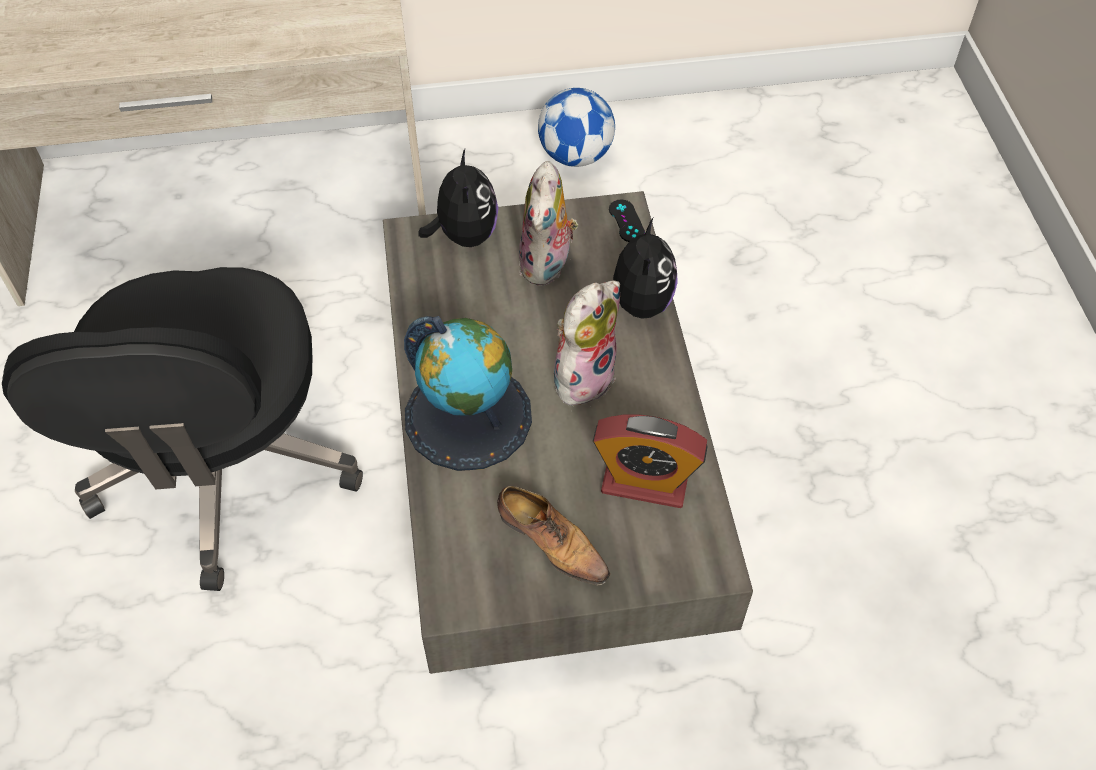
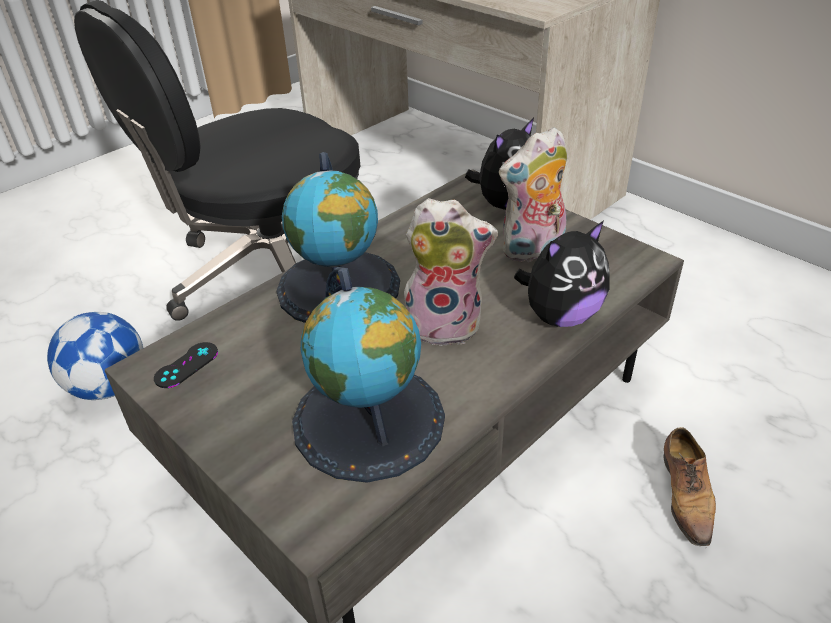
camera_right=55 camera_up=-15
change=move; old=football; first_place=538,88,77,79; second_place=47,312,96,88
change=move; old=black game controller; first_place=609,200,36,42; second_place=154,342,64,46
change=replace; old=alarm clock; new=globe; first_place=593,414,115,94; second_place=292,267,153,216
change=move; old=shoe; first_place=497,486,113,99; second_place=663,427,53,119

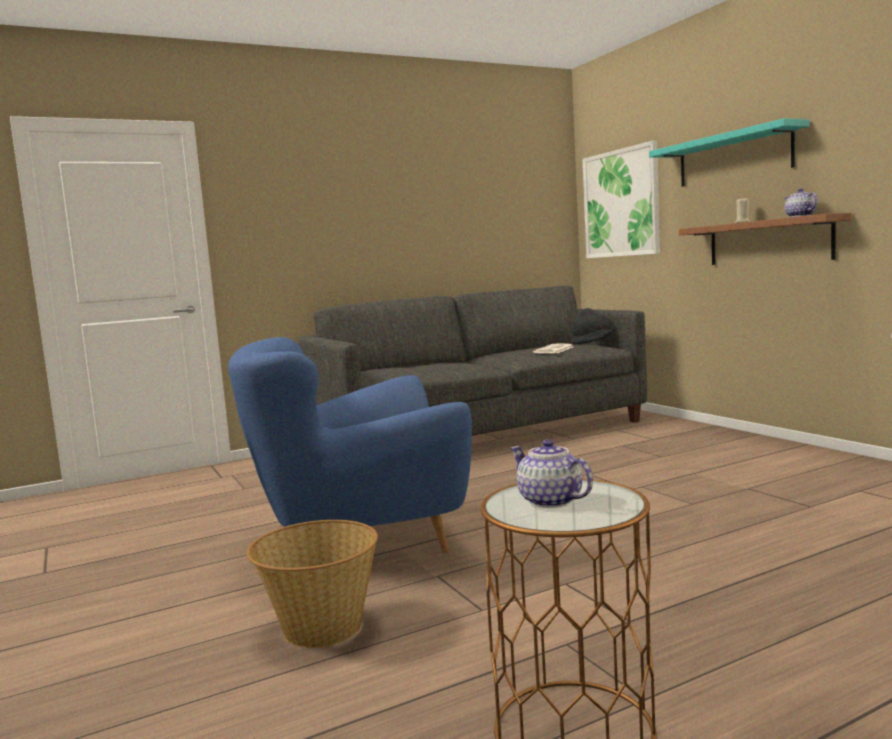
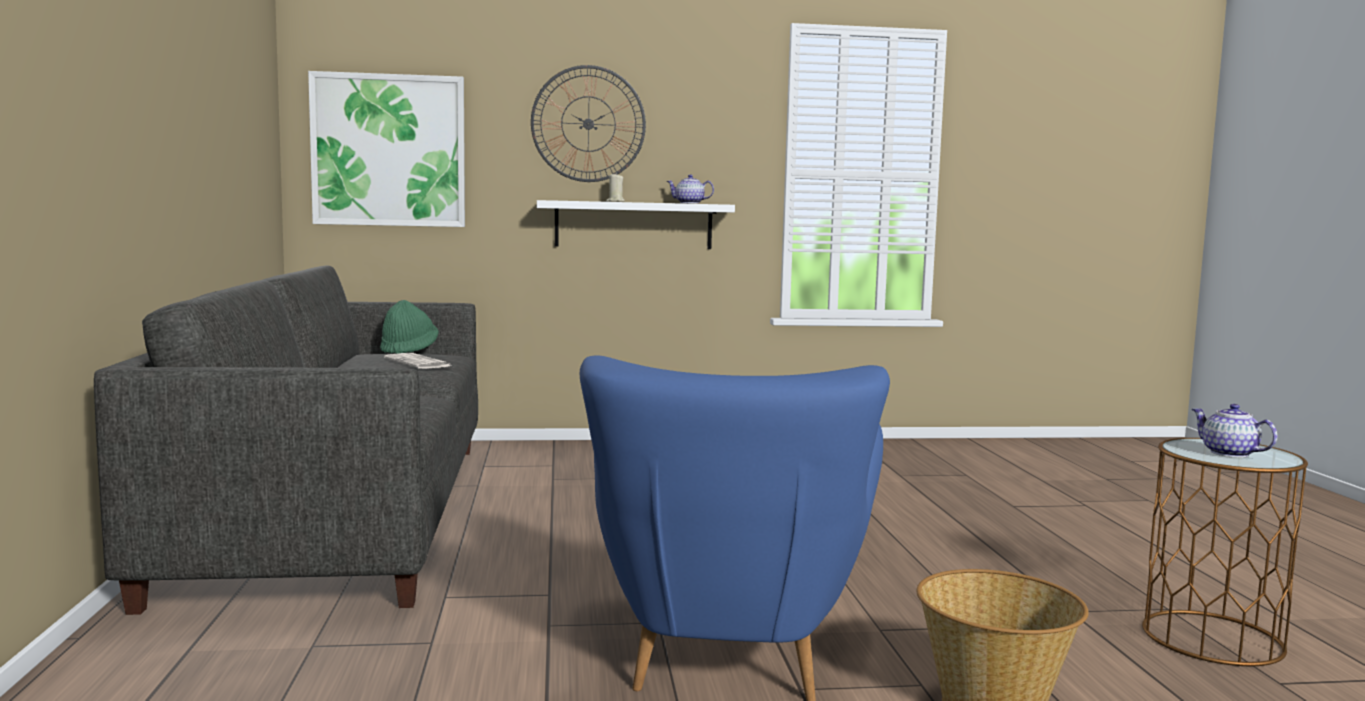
camera_right=-70 camera_up=0
change=replace; old=turquoise shelf; new=wall clock; first_place=649,118,161,69; second_place=531,65,115,117
change=recolor; old=brown shelf; new=white shelf; first_place=679,213,173,52; second_place=537,200,198,49
change=recolor; old=black hat; new=green hat; first_place=572,308,43,37; second_place=380,300,59,54
change=rotate; old=teapot; first_place=510,439,83,69; second_place=1192,404,86,54; degrees=75

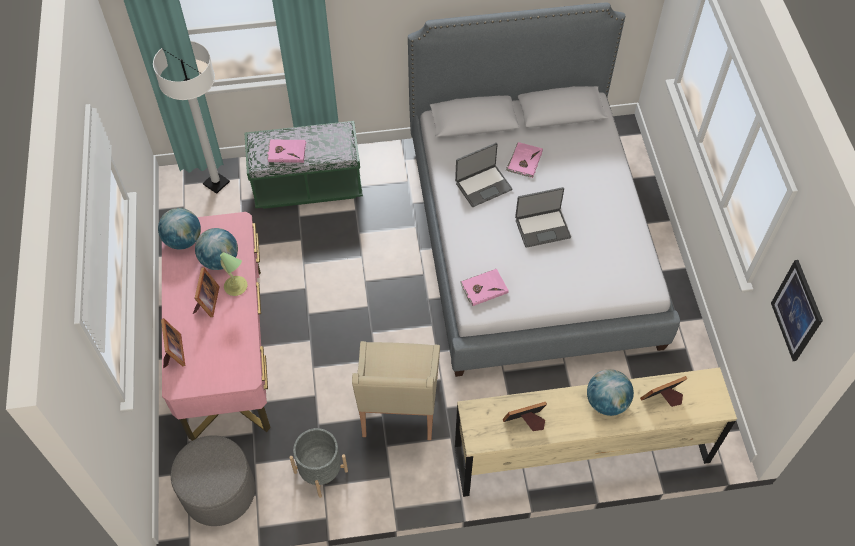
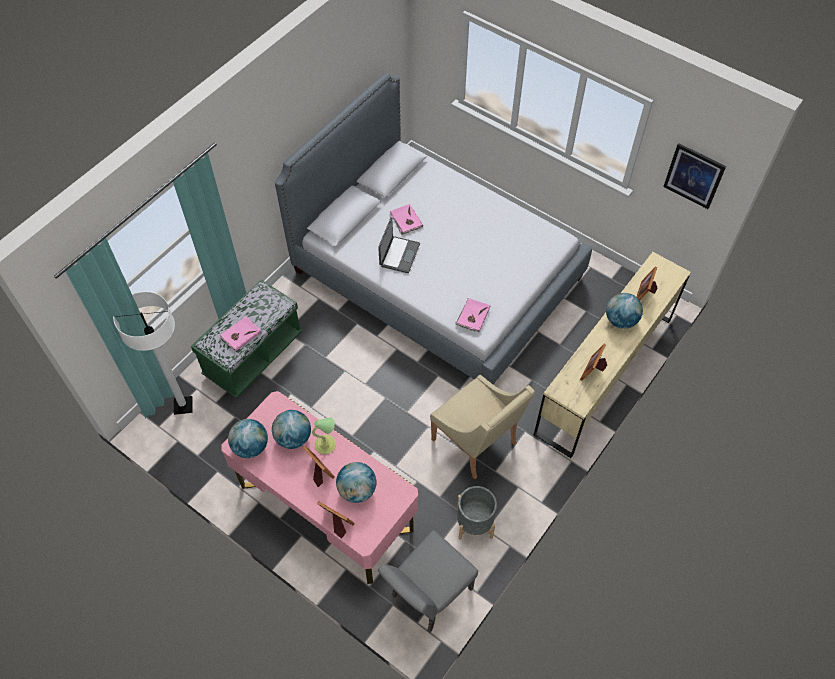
camera_right=-45 camera_up=0
change=delete; old=laptop; first_place=515,187,56,61
change=replace; old=grey ottoman; new=grey chair; first_place=171,435,84,91; second_place=378,530,100,102
change=insert; new=globe; second_place=336,462,40,41

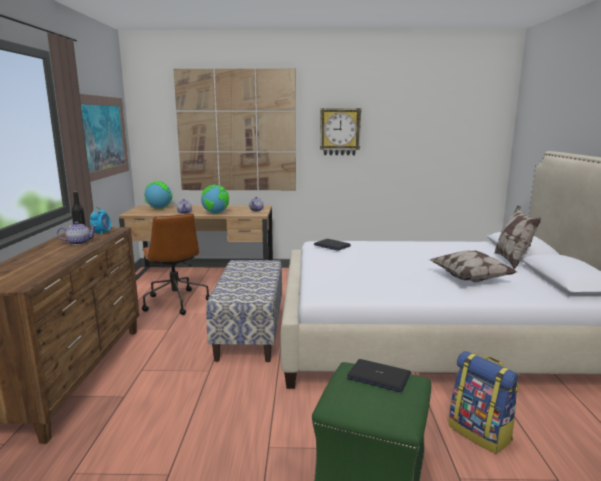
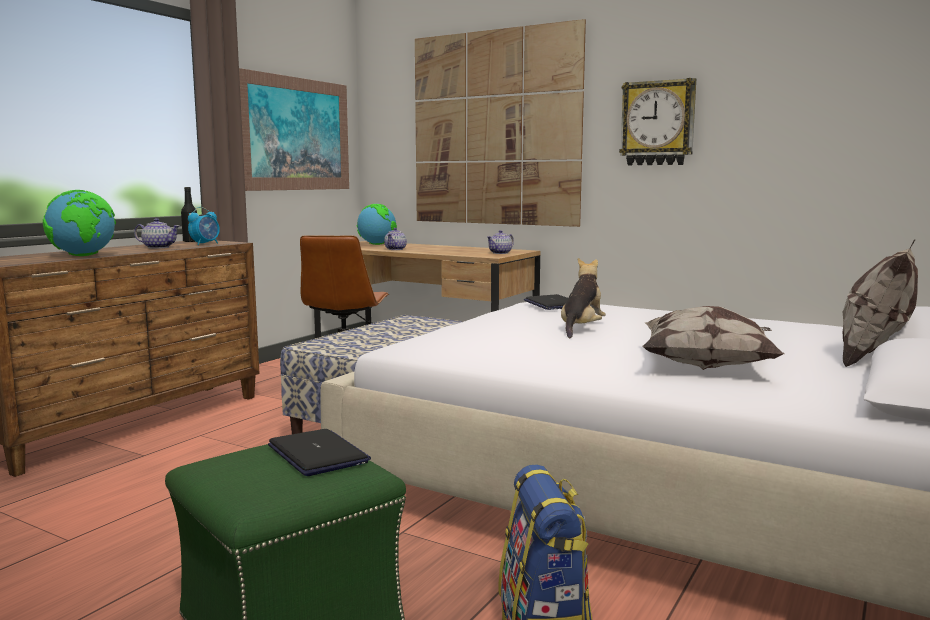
camera_right=30 camera_up=-5
change=move; old=globe; first_place=201,185,28,29; second_place=43,190,73,66
change=insert; new=plush toy; second_place=561,258,45,80

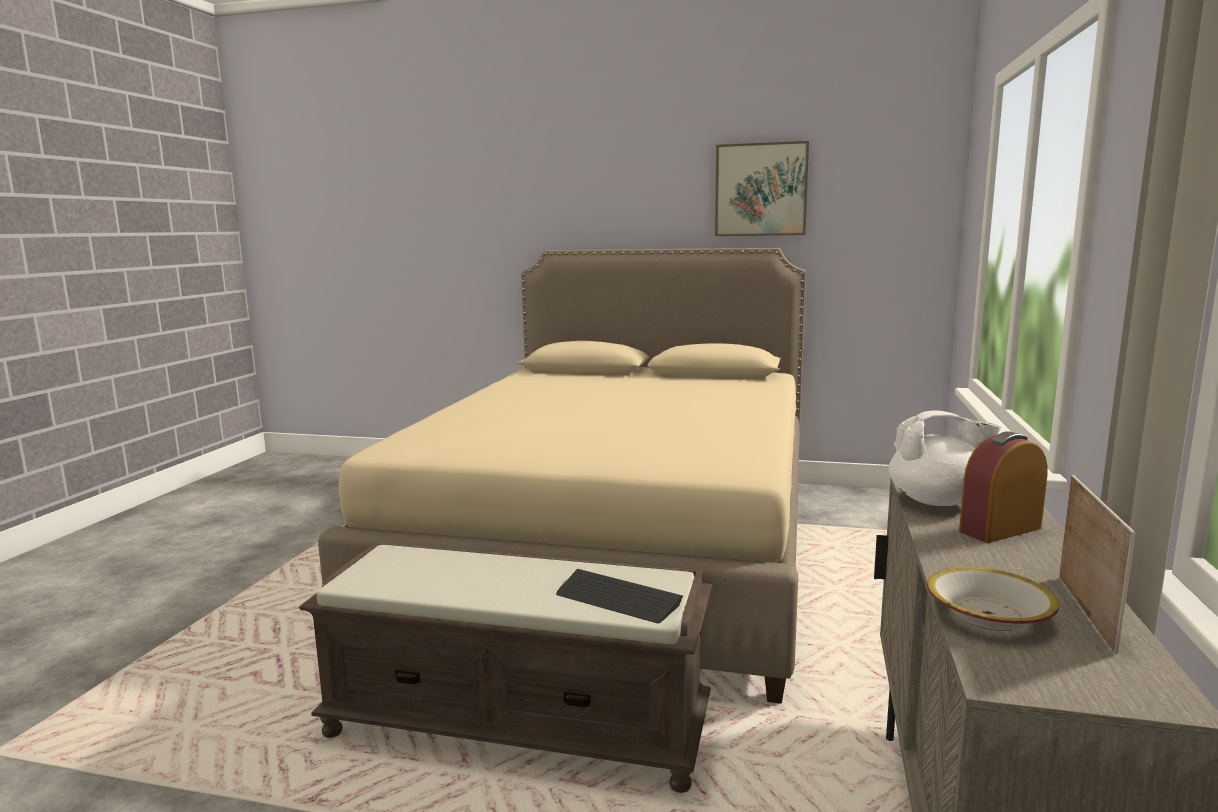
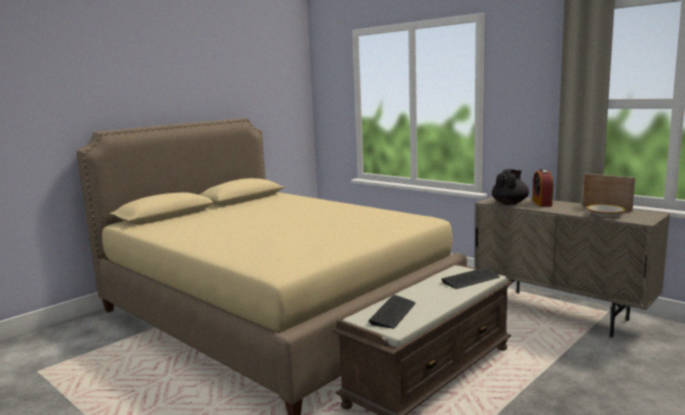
camera_right=-60 camera_up=0
change=delete; old=picture; first_place=715,141,94,95
change=recolor; old=white teapot; new=black teapot; first_place=889,410,112,96; second_place=492,169,37,36
change=insert; new=keyboard; second_place=368,295,48,34

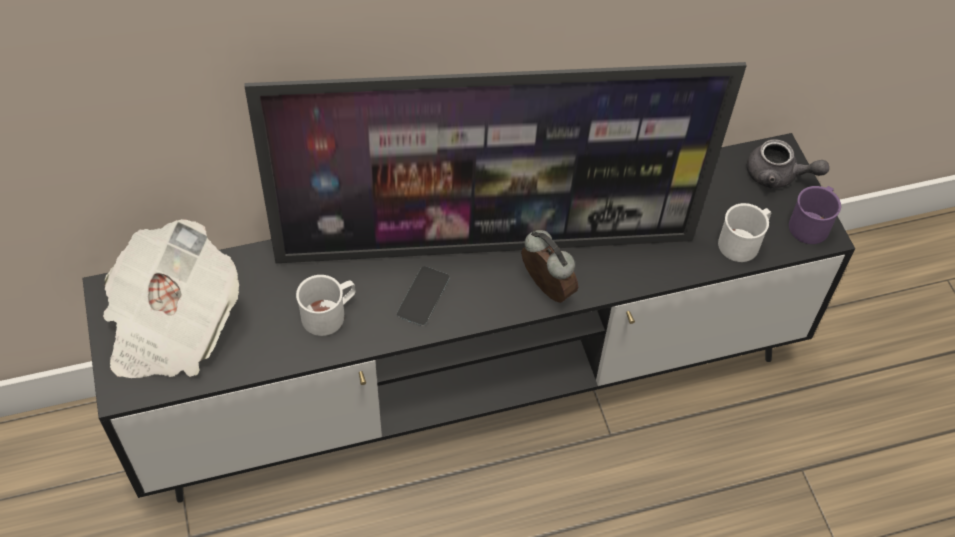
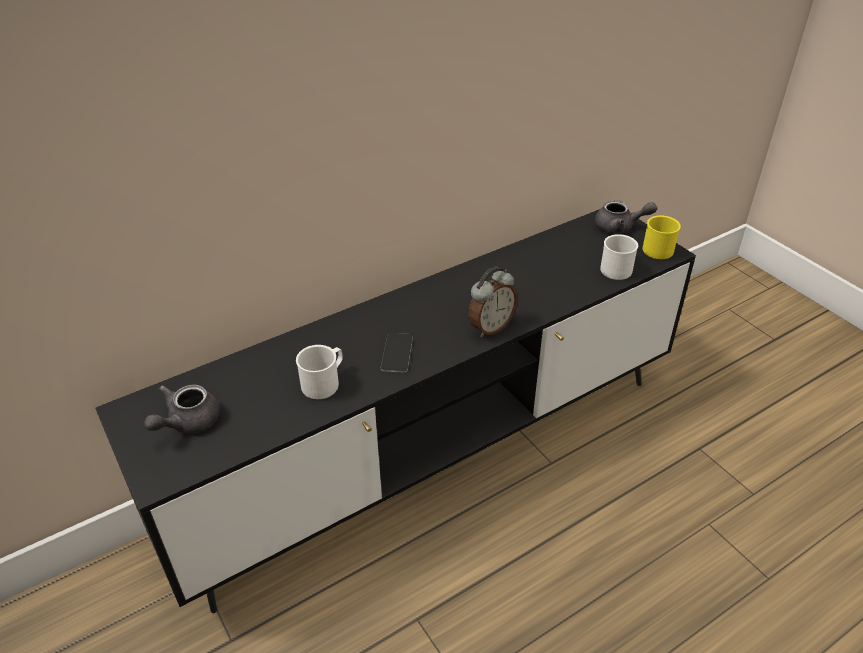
camera_right=-15 camera_up=-15
change=delete; old=television; first_place=244,62,503,201
change=recolor; old=purple mug; new=yellow mug; first_place=789,186,52,58; second_place=643,215,38,44
change=replace; old=newspaper; new=grey teapot; first_place=103,219,136,159; second_place=144,385,76,48
change=rotate; old=alarm clock; first_place=521,230,57,73; second_place=468,267,50,70; degrees=105

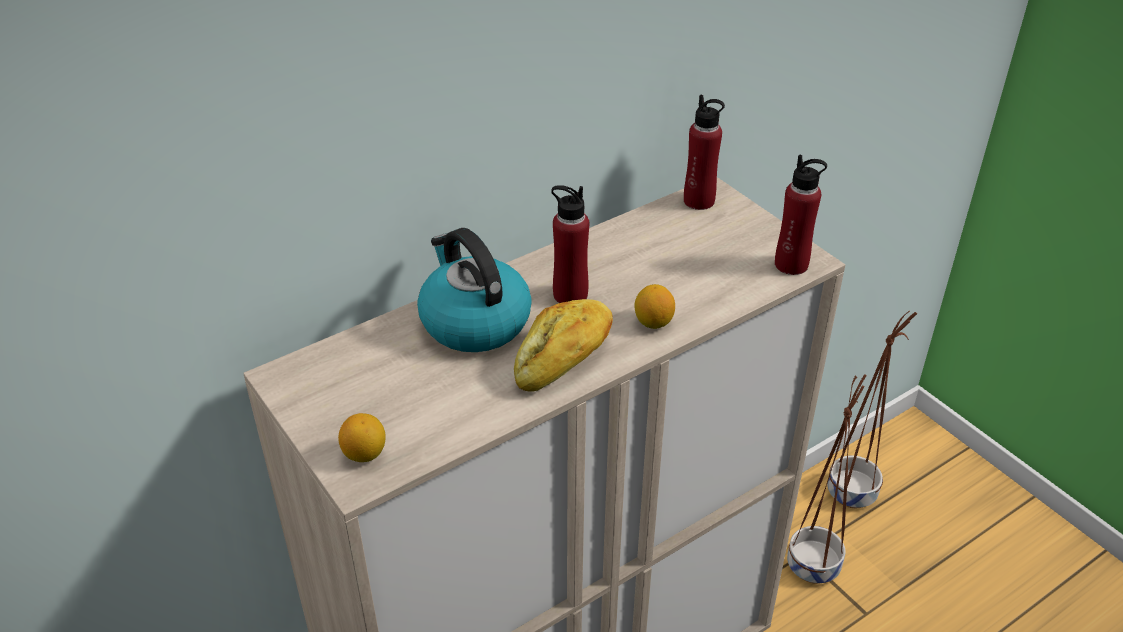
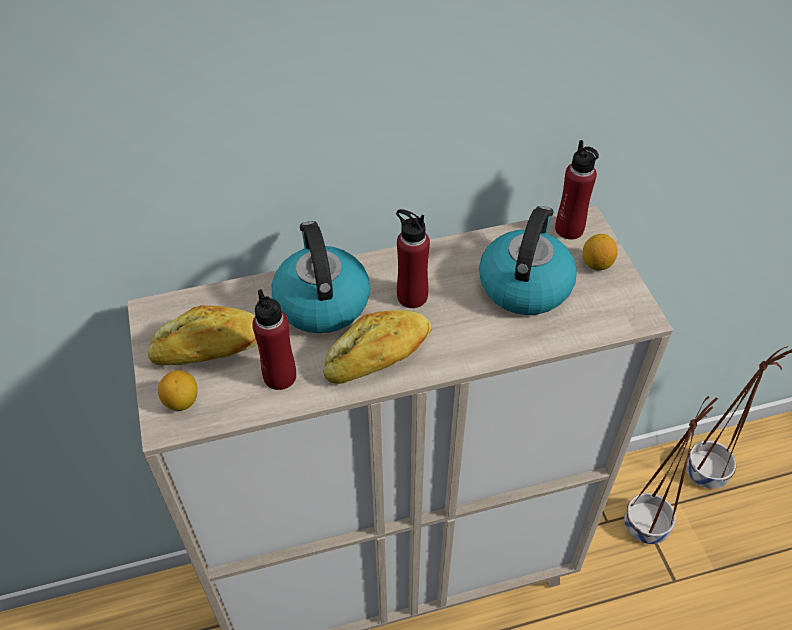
camera_right=20 camera_up=10
change=move; old=red bottle; first_place=775,154,52,121; second_place=252,289,44,101
change=move; old=lemon; first_place=635,284,40,45; second_place=583,234,35,36
change=insert; new=kettle; second_place=479,206,98,109
change=insert; new=bread; second_place=148,305,109,61

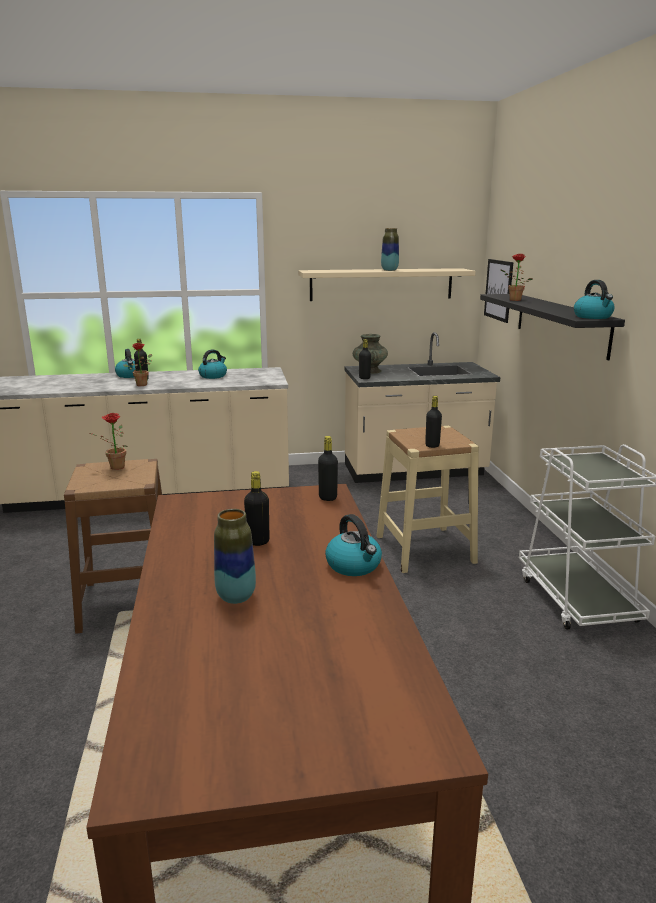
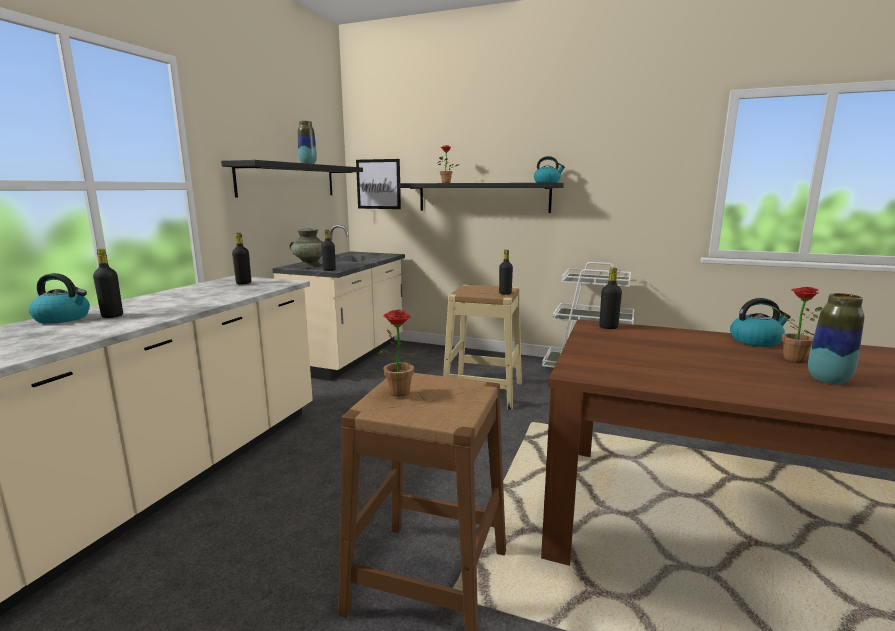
camera_right=-60 camera_up=-5
change=recolor; old=beige shelf; new=black shelf; first_place=298,268,177,33; second_place=221,160,142,38
change=move; old=potted plant; first_place=124,343,28,43; second_place=770,287,52,75
change=delete; old=kettle; first_place=198,349,29,30
change=move; old=black bottle; first_place=244,471,25,75; second_place=232,233,19,51

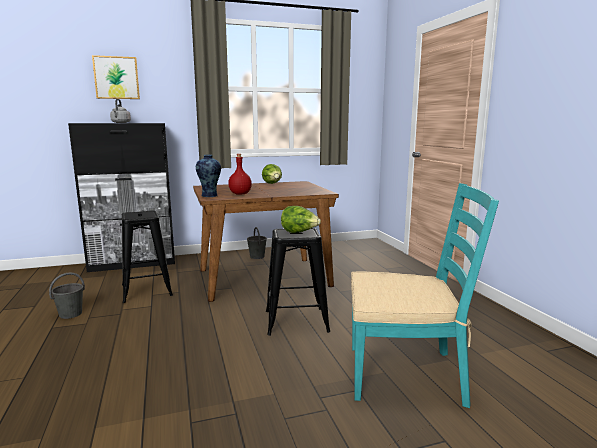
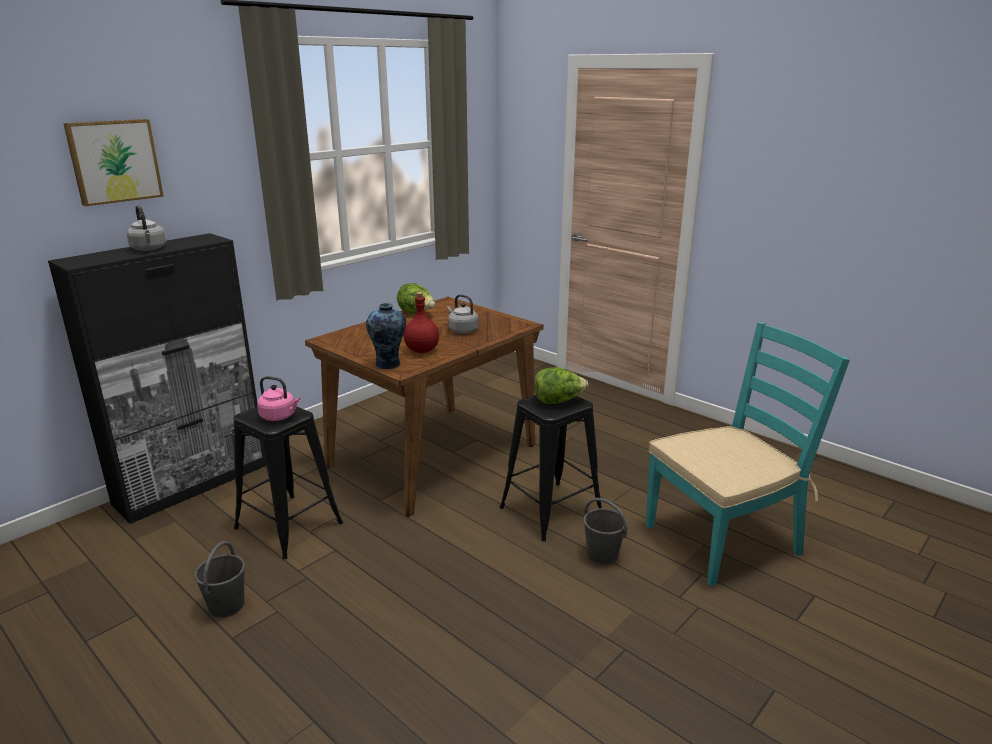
camera_right=-30 camera_up=10
change=move; old=grey bucket; first_place=247,227,20,32; second_place=583,498,44,66
change=insert; new=grey kettle; second_place=447,294,31,40
change=insert; new=pink kettle; second_place=257,376,43,45

